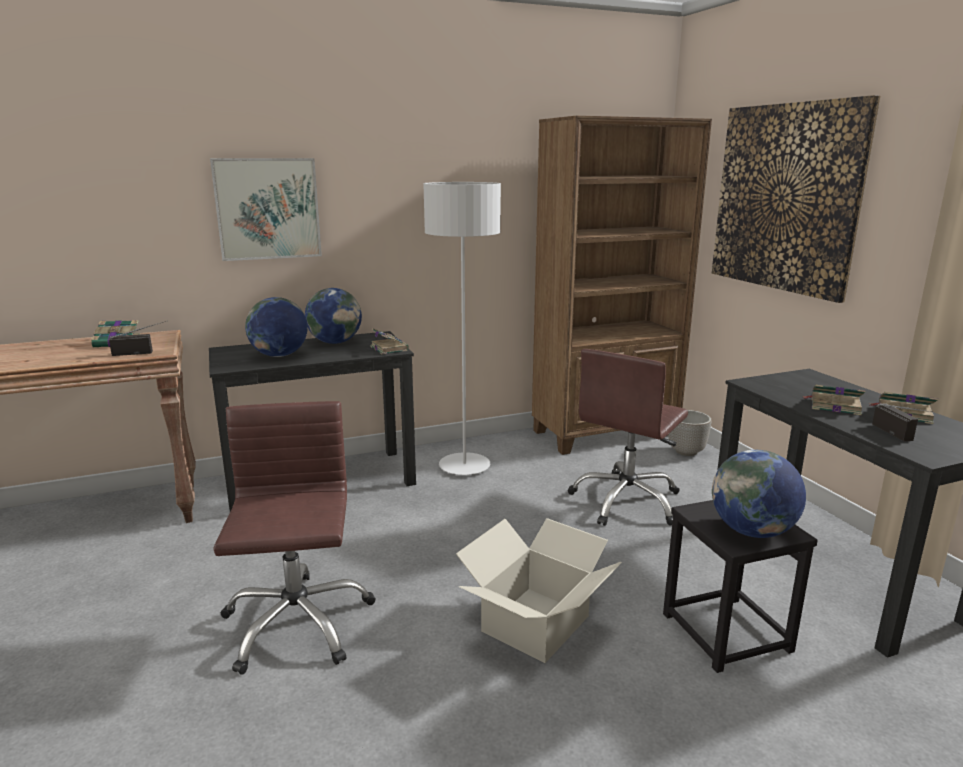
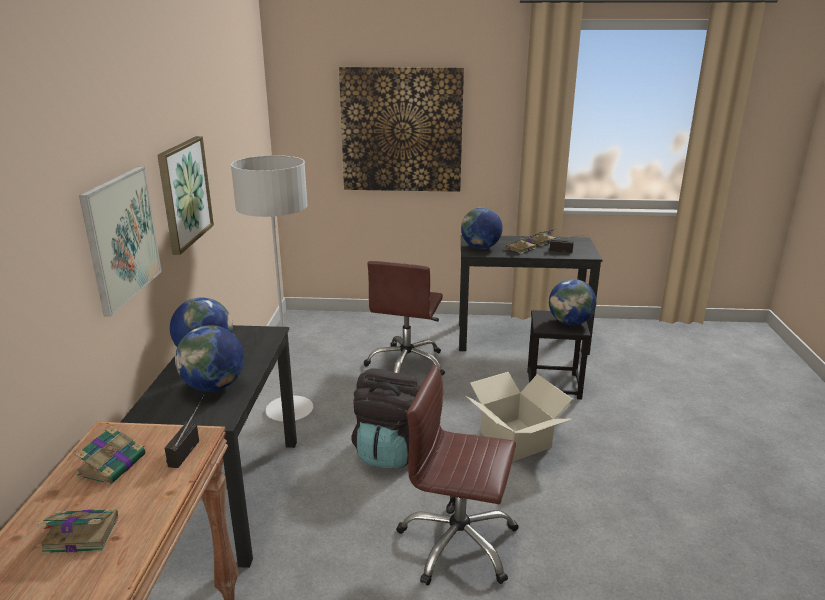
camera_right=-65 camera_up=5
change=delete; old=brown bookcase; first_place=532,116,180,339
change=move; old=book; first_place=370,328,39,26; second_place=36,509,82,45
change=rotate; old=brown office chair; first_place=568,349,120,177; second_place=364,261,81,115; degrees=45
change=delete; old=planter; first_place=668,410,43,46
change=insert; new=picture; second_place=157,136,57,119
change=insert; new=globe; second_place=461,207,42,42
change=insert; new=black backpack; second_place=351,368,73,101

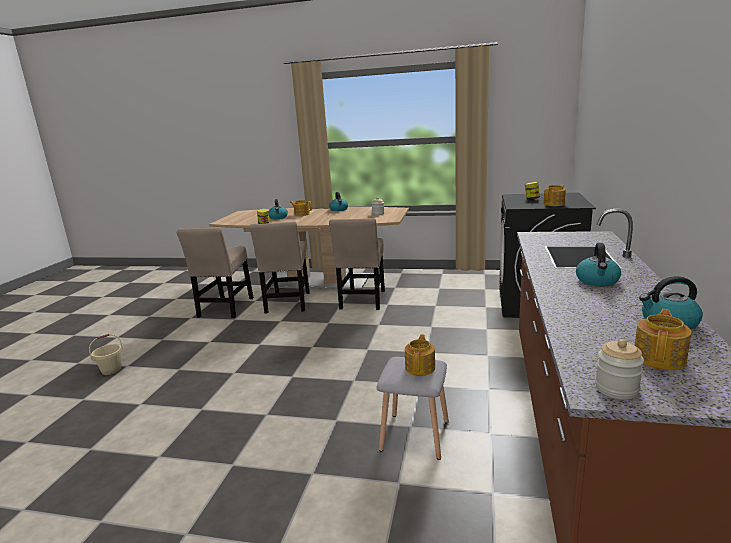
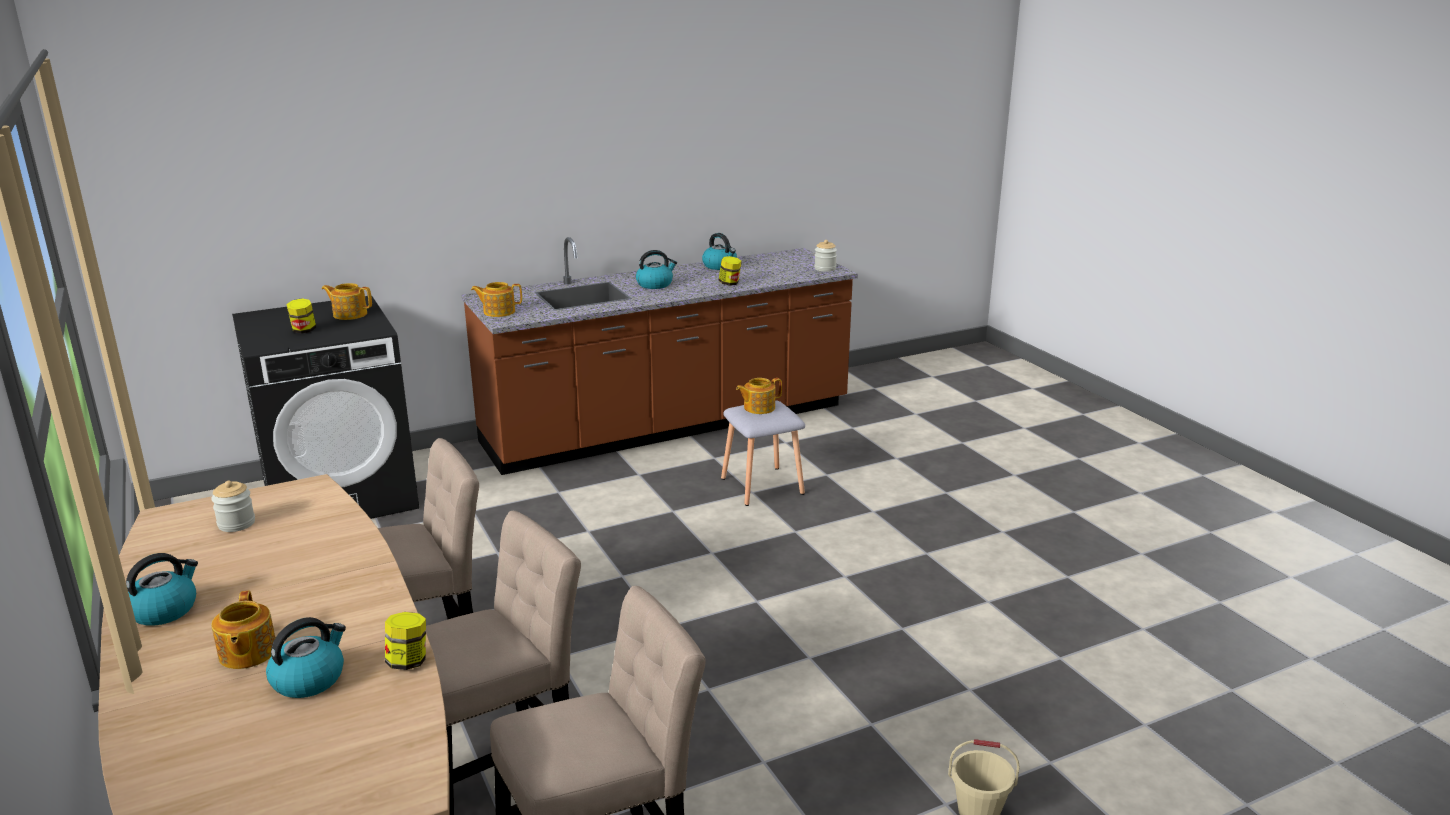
camera_right=-130 camera_up=5
change=move; old=teapot; first_place=635,309,57,61; second_place=471,282,51,35
change=insert; new=jar; second_place=718,256,24,30

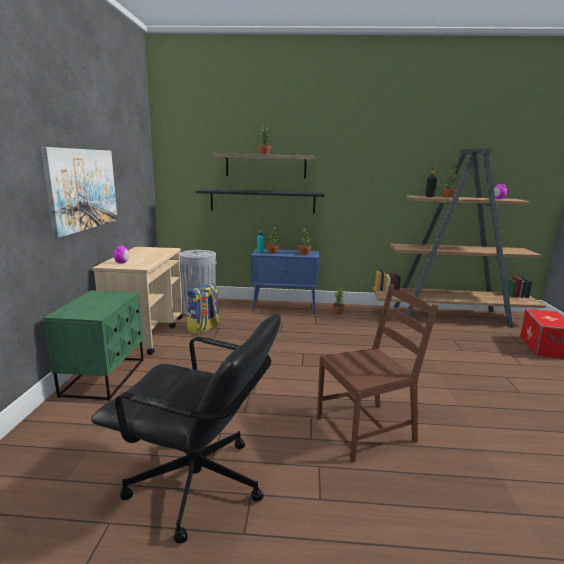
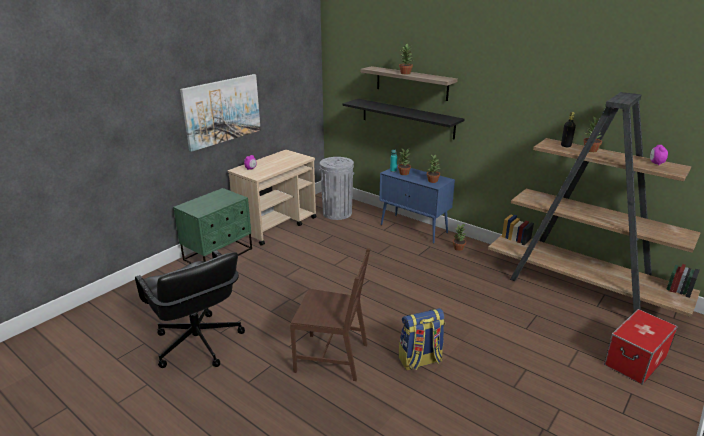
camera_right=35 camera_up=10
change=move; old=backpack; first_place=187,283,33,51; second_place=399,308,46,63

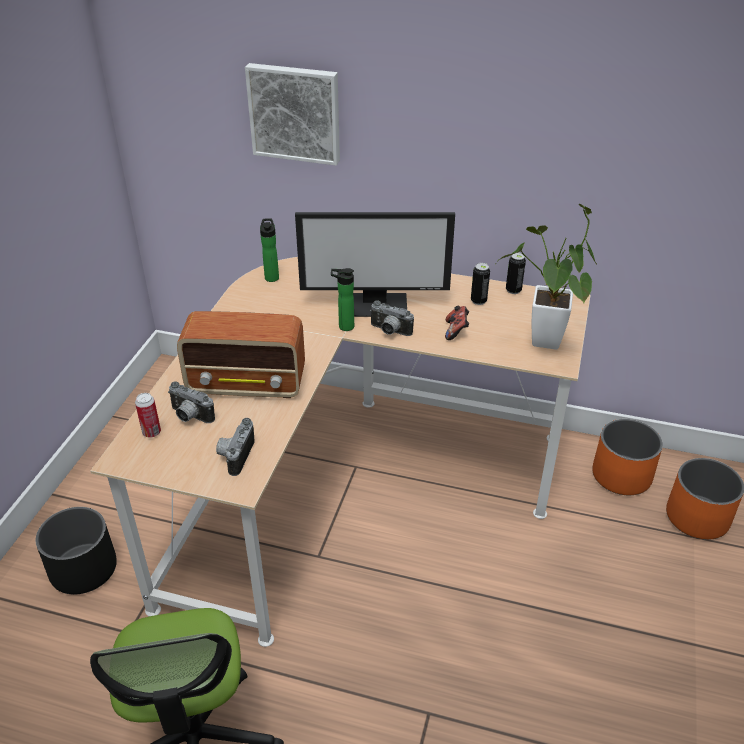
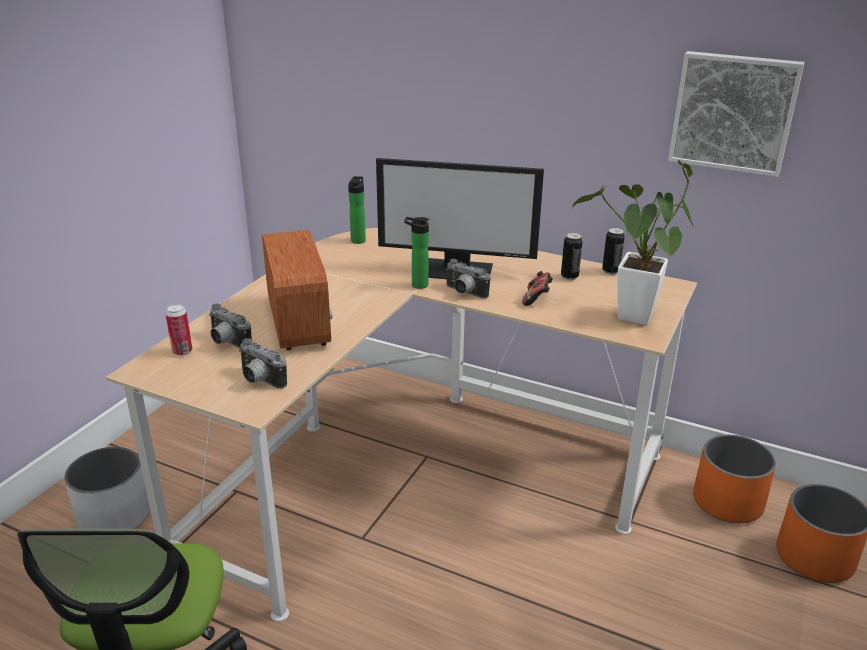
camera_right=10 camera_up=-10
change=move; old=picture; first_place=245,63,95,102; second_place=668,51,137,126
change=rotate; old=radio; first_place=177,311,128,87; second_place=262,230,70,120; degrees=-120
change=rotate; old=photo camera; first_place=216,418,38,58; second_place=239,338,48,51; degrees=-75
change=recolor; old=black planter; new=white planter; first_place=36,507,81,88; second_place=64,447,86,82

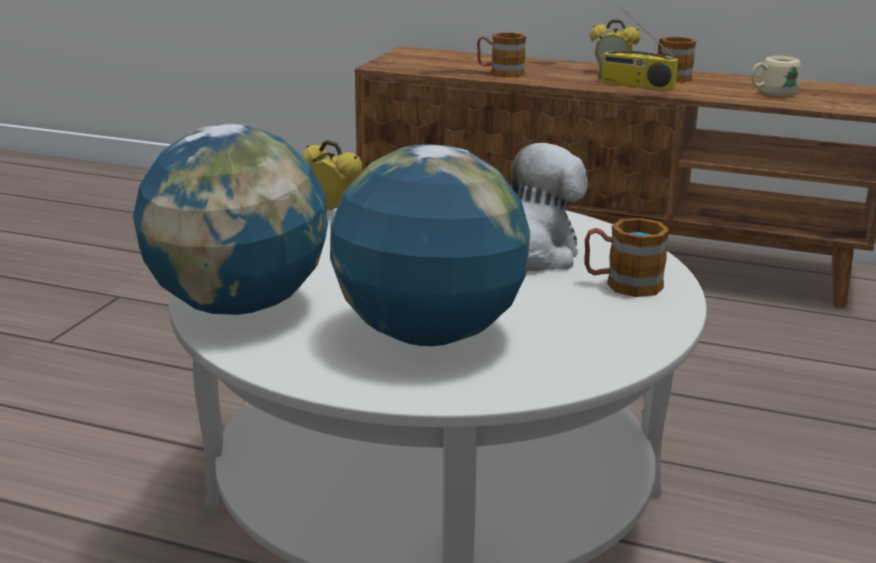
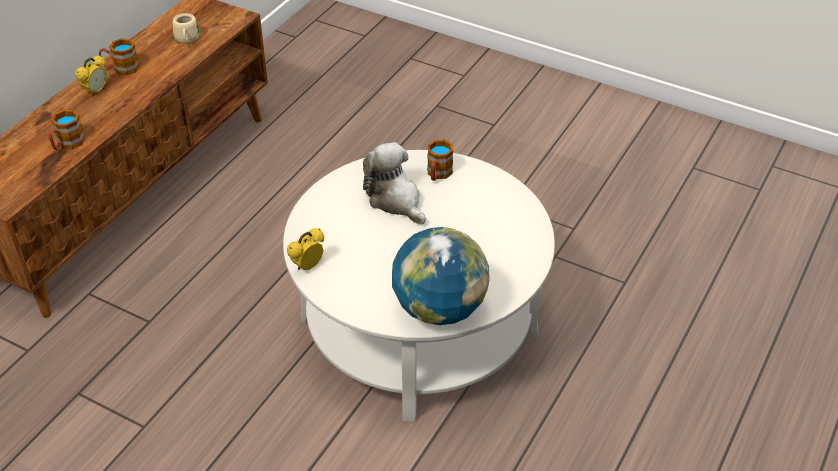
camera_right=-80 camera_up=20
change=delete; old=radio; first_place=598,8,80,83
change=delete; old=globe; first_place=330,144,200,202

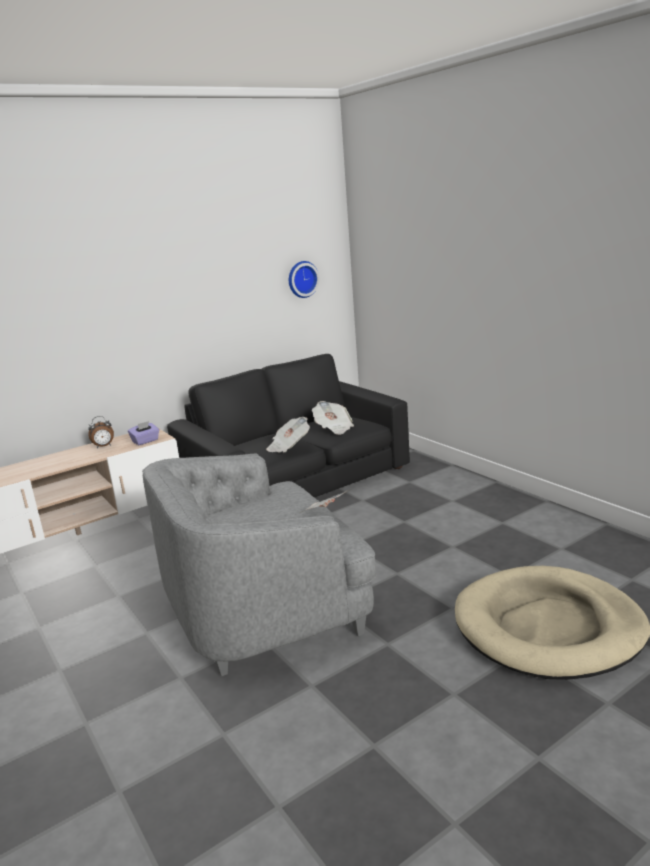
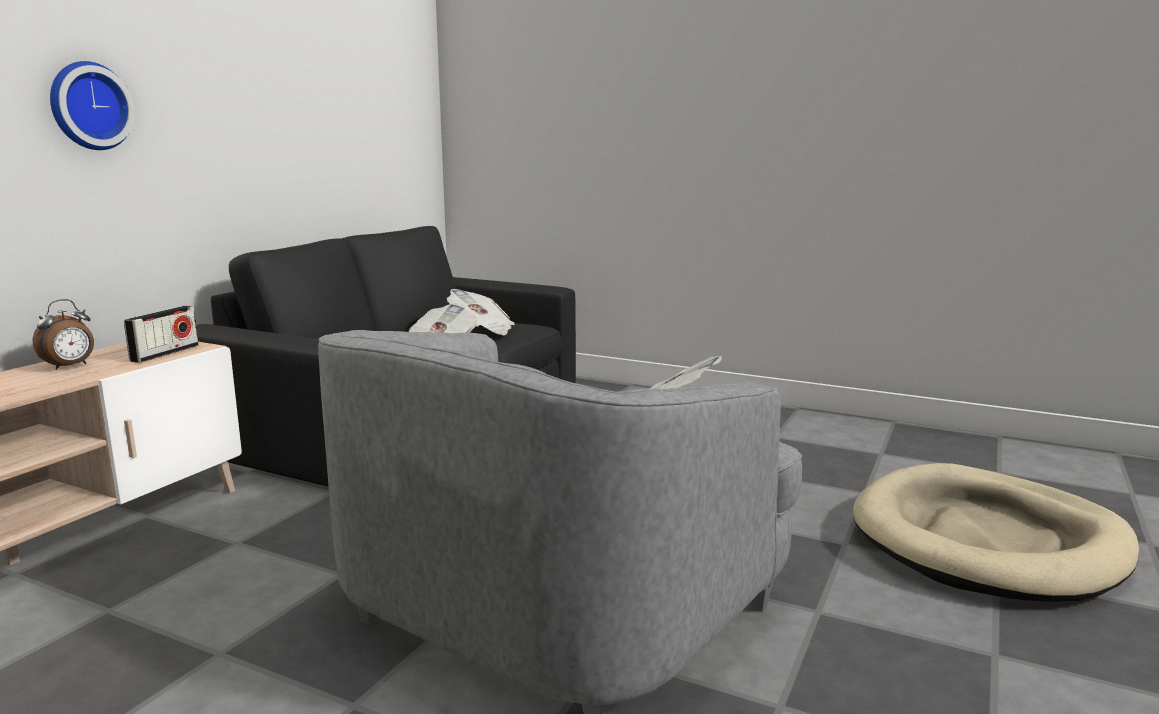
camera_right=-30 camera_up=-5
change=move; old=wall clock; first_place=289,261,30,37; second_place=50,61,85,89
change=replace; old=purple tissue box; new=radio; first_place=128,421,31,24; second_place=124,306,74,57

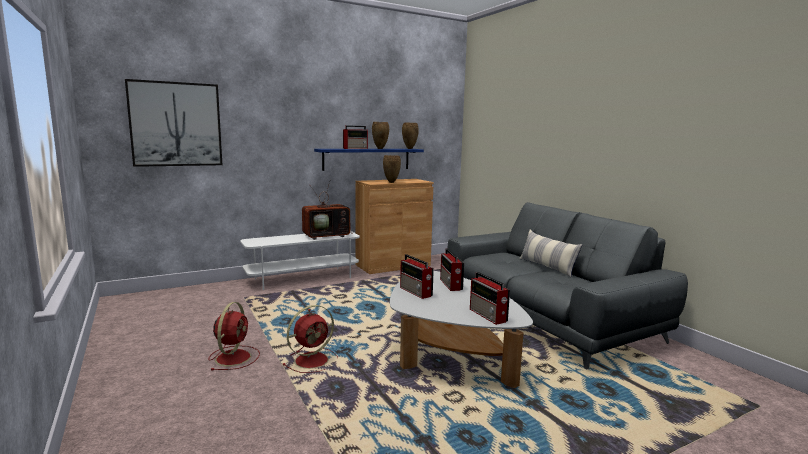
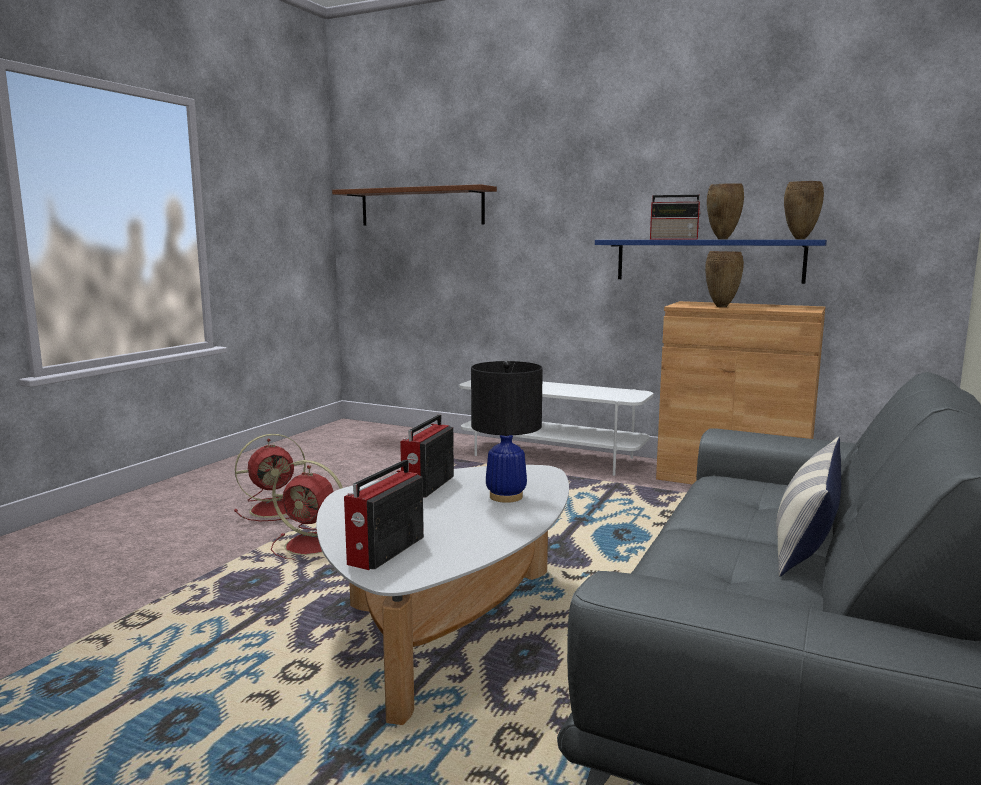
camera_right=55 camera_up=0
change=replace; old=picture; new=brown shelf; first_place=125,79,97,88; second_place=332,184,165,42
change=delete; old=television; first_place=302,179,51,61
change=replace; old=radio; new=black table lamp; first_place=440,248,24,43; second_place=471,361,72,142

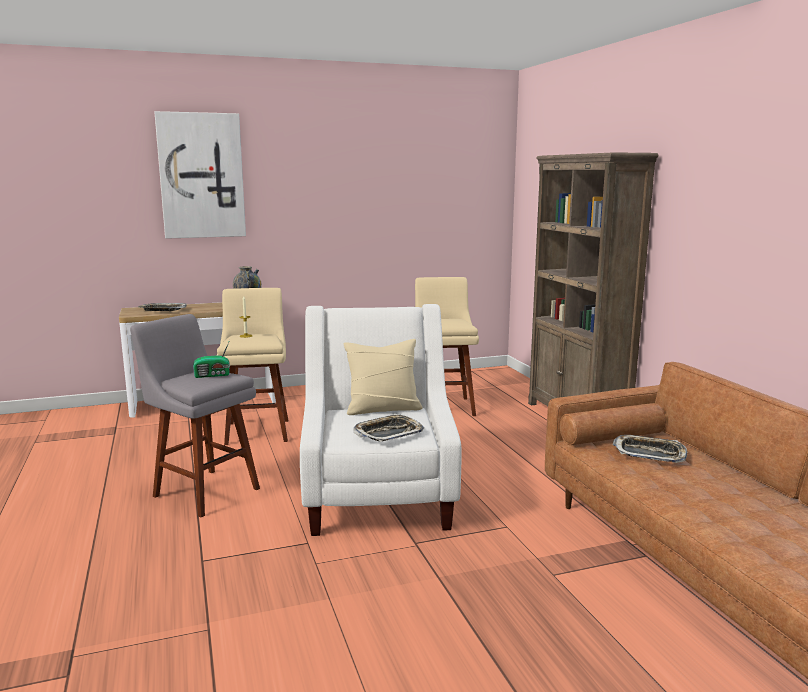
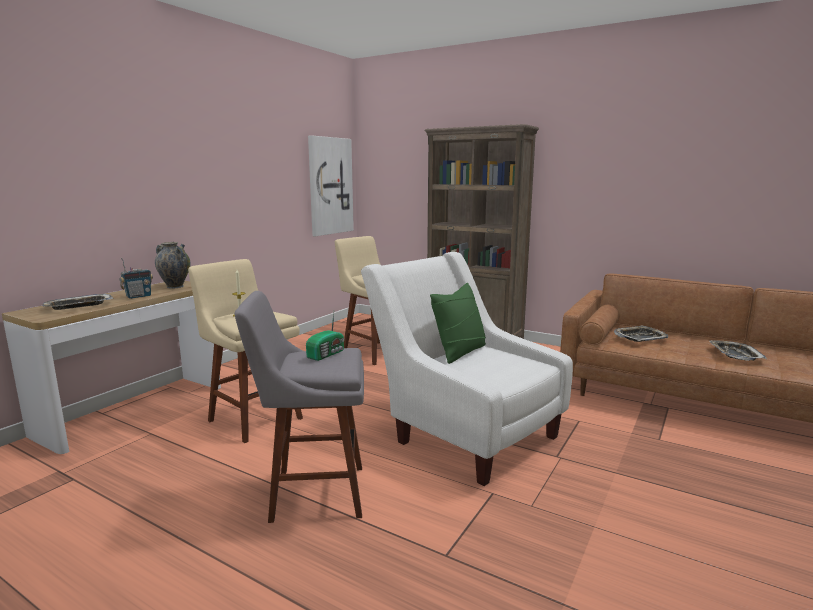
camera_right=-40 camera_up=0
change=move; old=picture; first_place=154,111,92,128; second_place=308,135,46,101
change=recolor; old=beige pillow; new=green pillow; first_place=344,339,79,76; second_place=430,283,56,81
change=move; old=tray; first_place=353,414,71,28; second_place=710,340,57,21
change=insert; new=radio; second_place=120,258,33,41

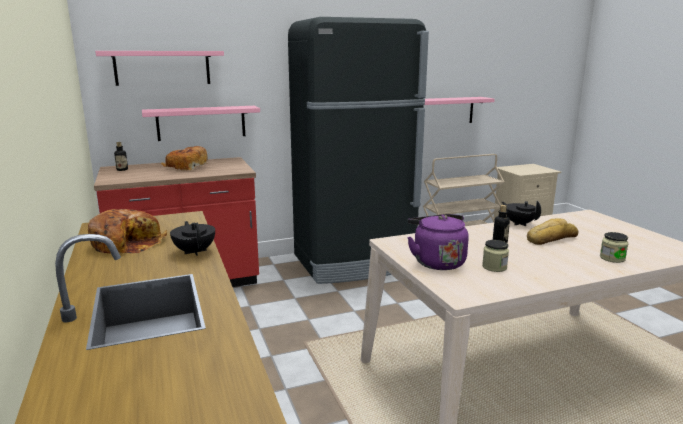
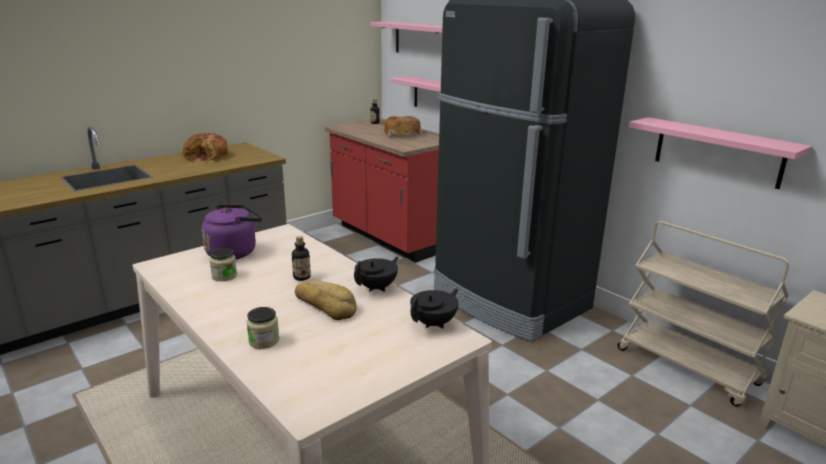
camera_right=70 camera_up=5
change=move; old=black teapot; first_place=170,221,45,35; second_place=410,289,49,40

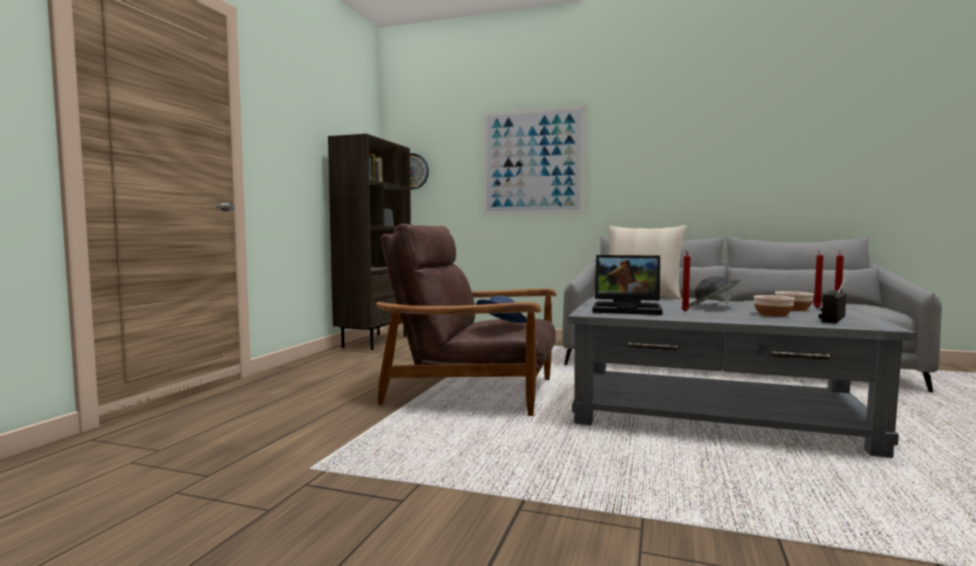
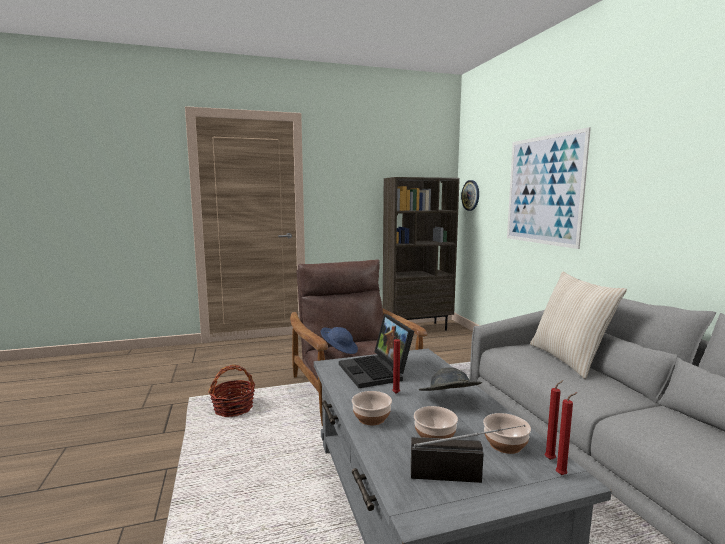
camera_right=55 camera_up=5
change=insert; new=basket; second_place=208,365,47,52
change=insert; new=bowl; second_place=352,391,40,34

